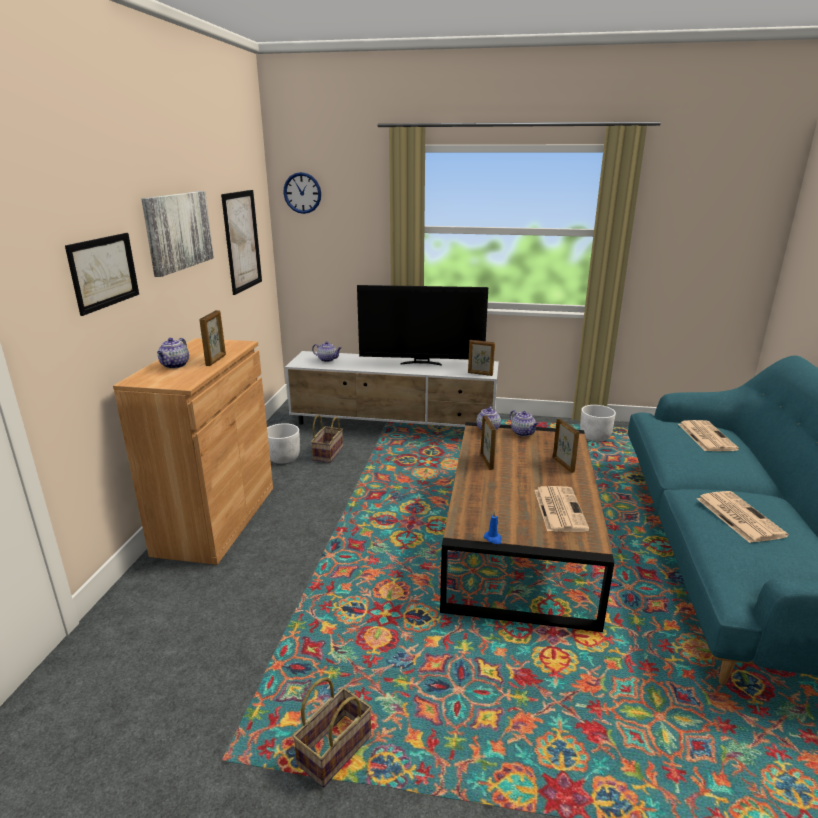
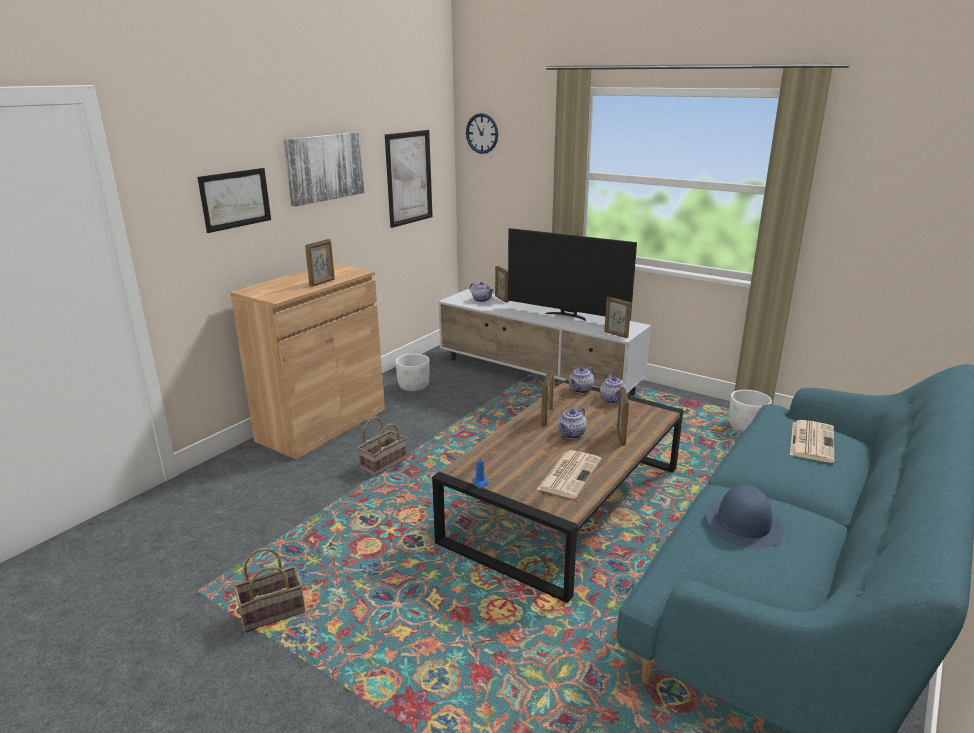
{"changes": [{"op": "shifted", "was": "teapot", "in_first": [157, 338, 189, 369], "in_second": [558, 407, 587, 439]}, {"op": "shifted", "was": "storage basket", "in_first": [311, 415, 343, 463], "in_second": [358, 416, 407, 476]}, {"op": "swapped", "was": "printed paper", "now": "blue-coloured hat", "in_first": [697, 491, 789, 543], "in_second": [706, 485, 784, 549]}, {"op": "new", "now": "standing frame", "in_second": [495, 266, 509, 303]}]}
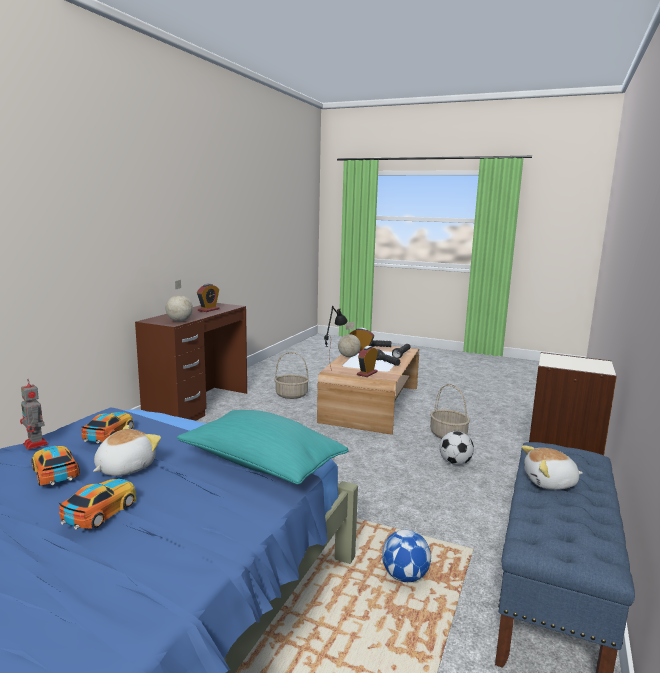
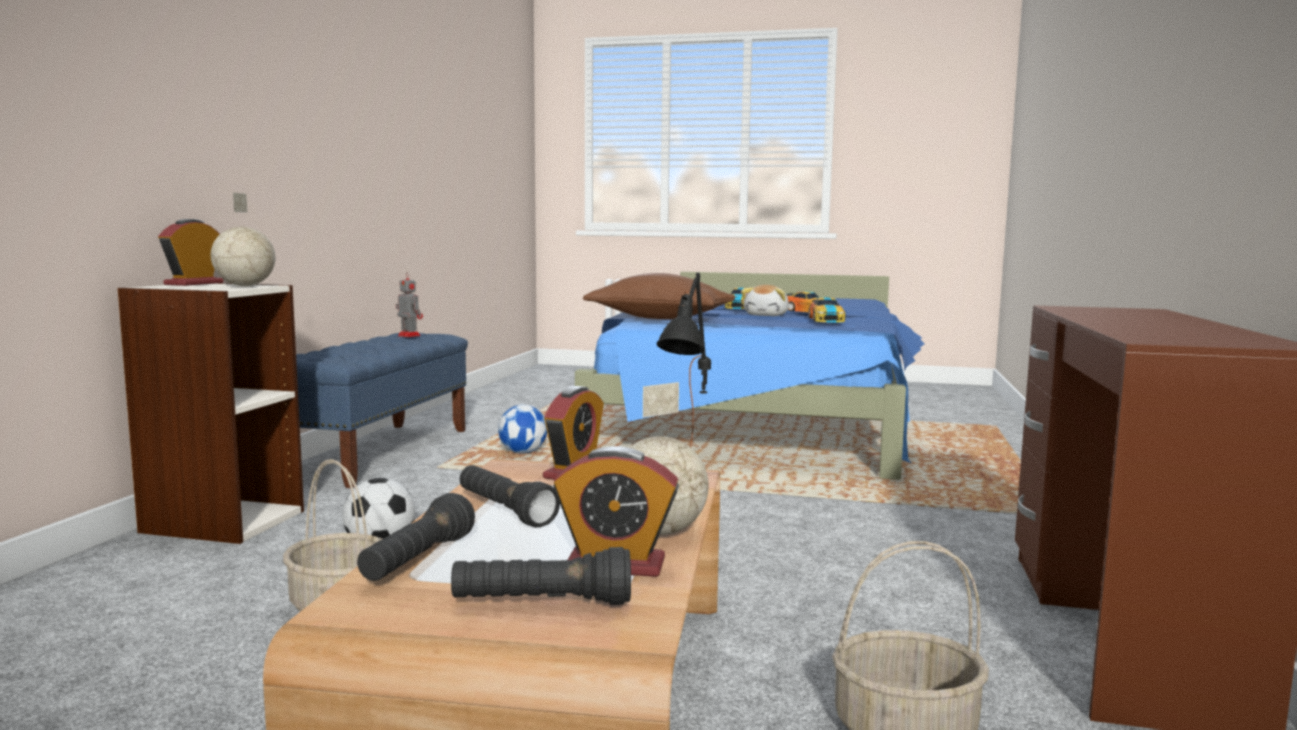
{"changes": [{"op": "shifted", "was": "model robot", "in_first": [20, 379, 48, 450], "in_second": [396, 272, 423, 337]}, {"op": "shifted", "was": "desk globe", "in_first": [165, 280, 193, 322], "in_second": [211, 193, 275, 286]}, {"op": "repainted", "was": "turquoise throw pillow", "now": "brownish throw pillow", "in_first": [177, 410, 349, 485], "in_second": [583, 273, 736, 319]}, {"op": "shifted", "was": "table clock", "in_first": [197, 284, 220, 312], "in_second": [158, 219, 223, 286]}, {"op": "gone", "was": "cuddly toy", "in_first": [521, 445, 583, 490]}]}
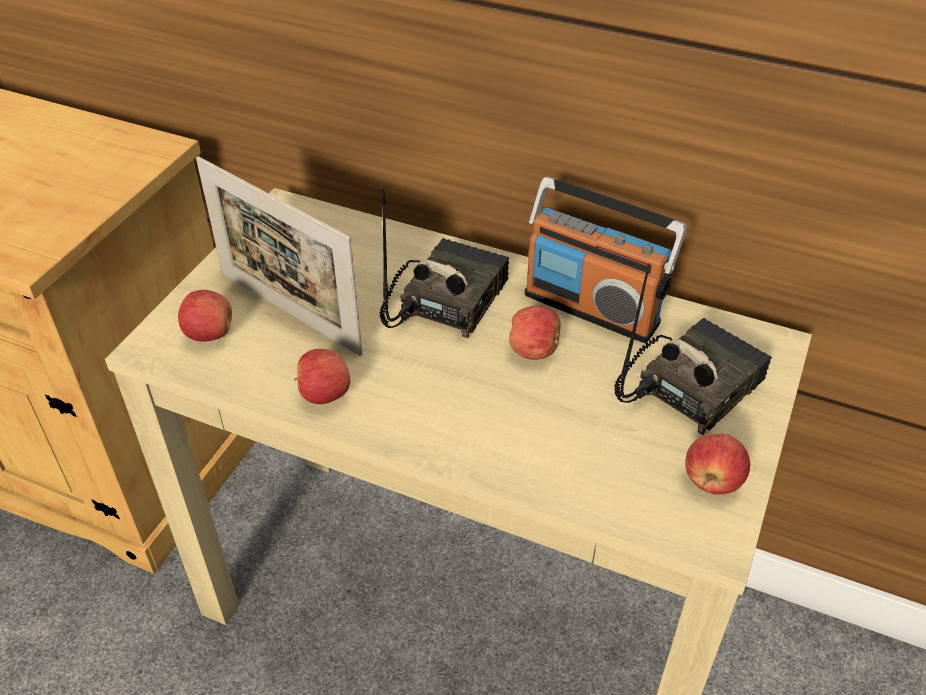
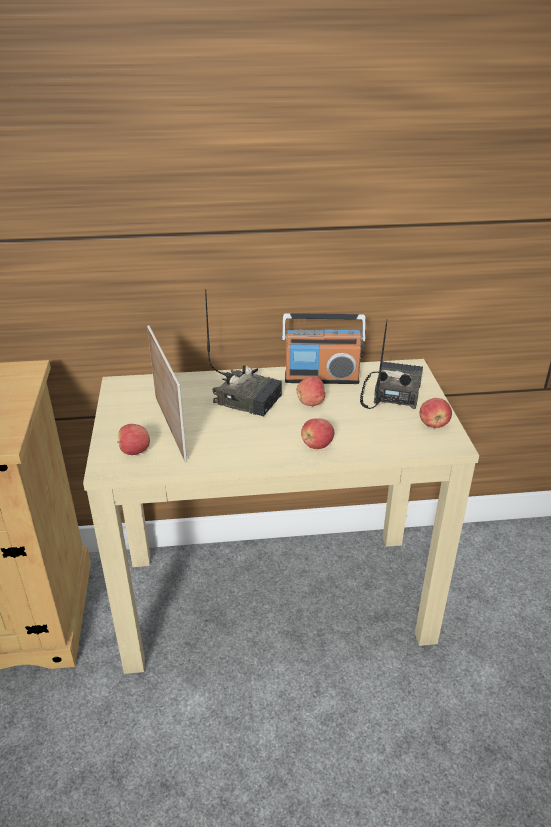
{"changes": [{"op": "rotated", "was": "standing frame", "in_first": [196, 156, 363, 356], "in_second": [147, 325, 187, 462], "clockwise": -120}, {"op": "shifted", "was": "whole apple", "in_first": [294, 349, 350, 404], "in_second": [301, 418, 334, 449]}, {"op": "rotated", "was": "radio set", "in_first": [379, 188, 509, 338], "in_second": [205, 289, 282, 416], "clockwise": 120}]}
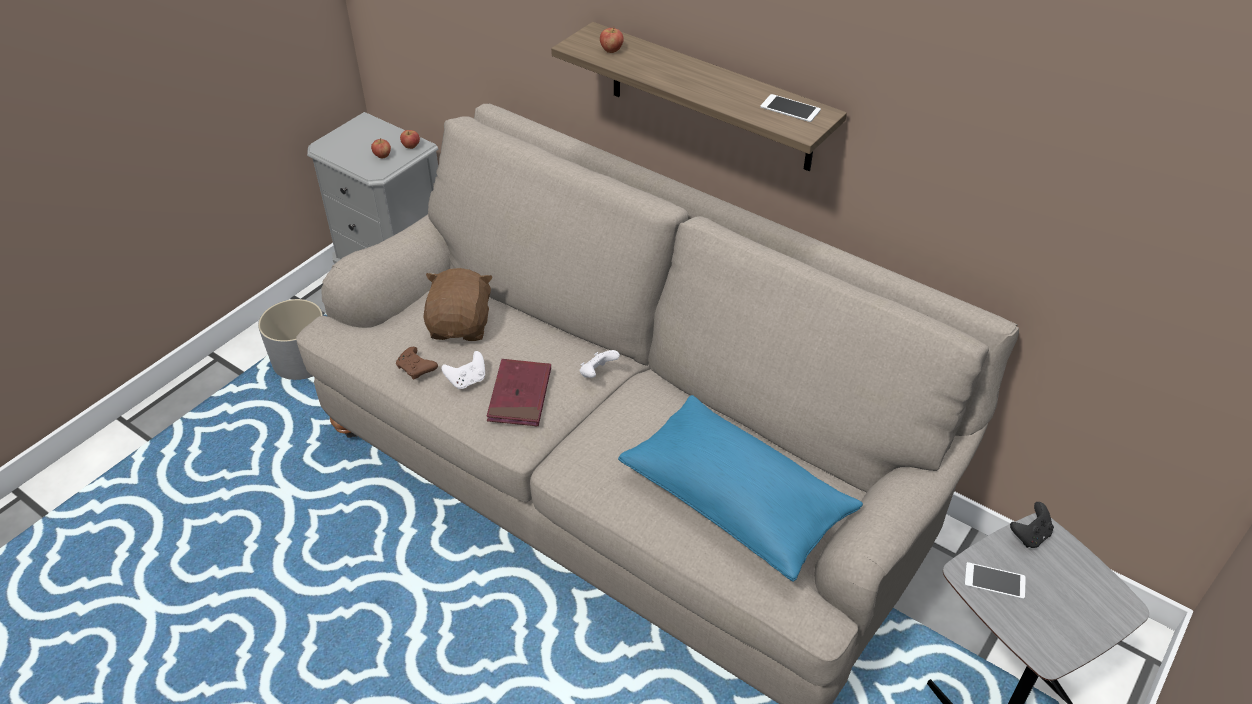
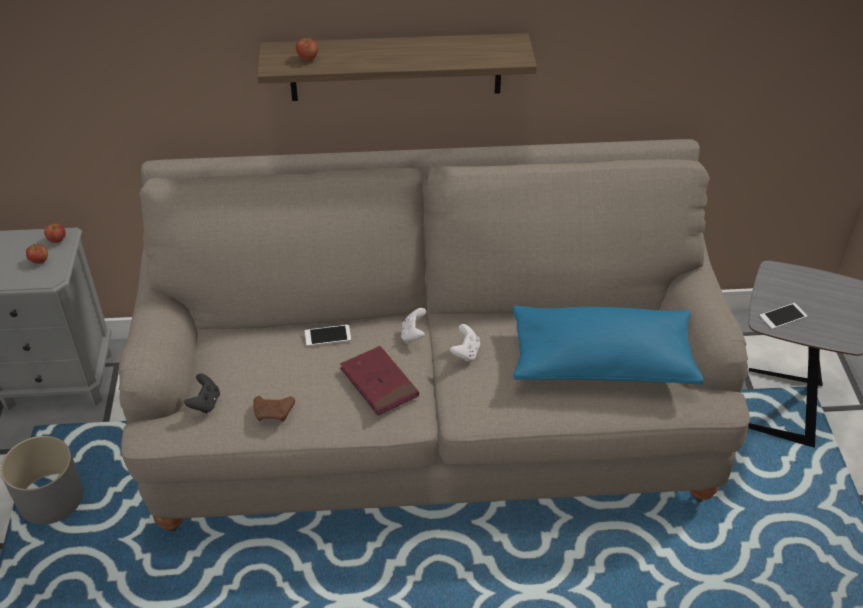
{"changes": [{"op": "gone", "was": "brownish cuddly toy", "in_first": [423, 268, 493, 341]}, {"op": "shifted", "was": "whitish joypad", "in_first": [441, 351, 485, 389], "in_second": [450, 324, 480, 362]}, {"op": "shifted", "was": "handset", "in_first": [760, 94, 821, 122], "in_second": [305, 325, 351, 346]}, {"op": "shifted", "was": "black-coloured joypad", "in_first": [1010, 502, 1054, 548], "in_second": [184, 374, 220, 413]}]}
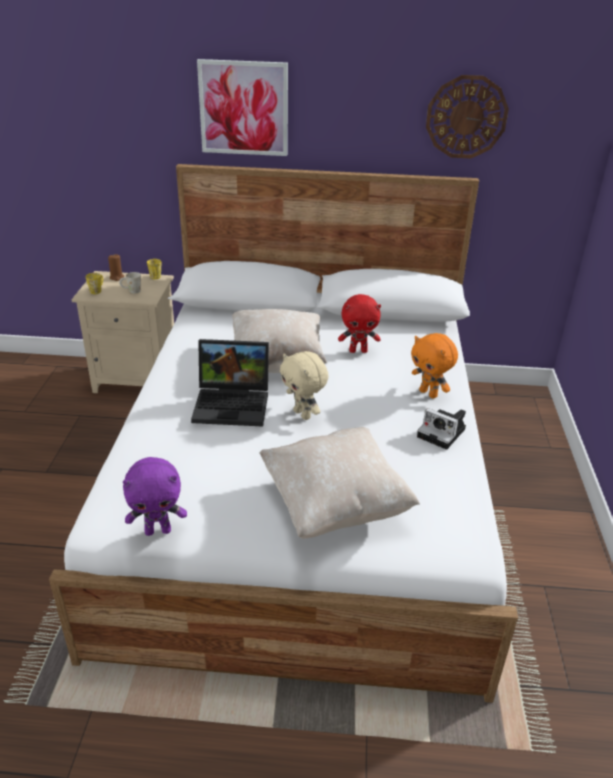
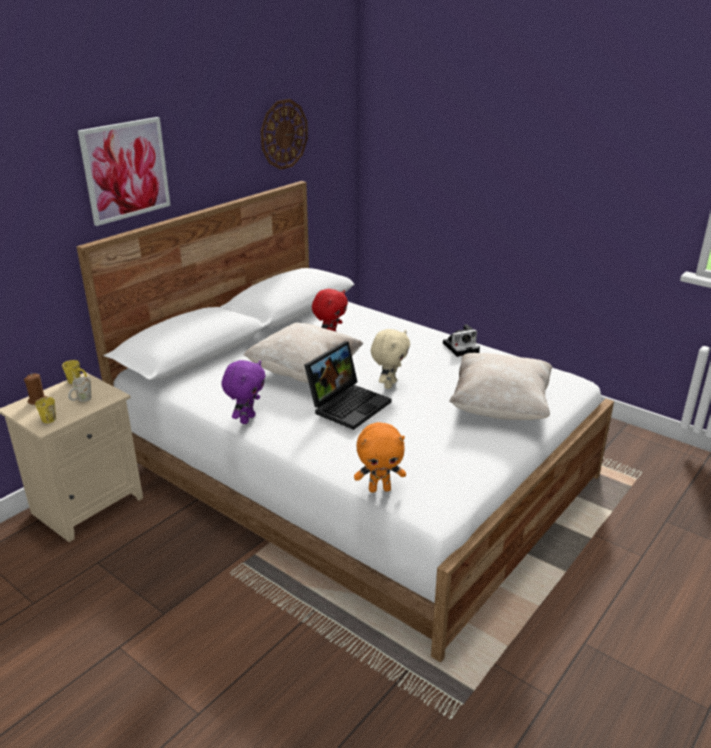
{"changes": [{"op": "shifted", "was": "purple-coloured cuddly toy", "in_first": [123, 457, 187, 536], "in_second": [221, 360, 266, 424]}, {"op": "rotated", "was": "beige-coloured cuddly toy", "in_first": [280, 351, 329, 420], "in_second": [371, 329, 410, 389], "clockwise": -60}, {"op": "shifted", "was": "orange-coloured cuddly toy", "in_first": [411, 333, 458, 399], "in_second": [354, 422, 406, 493]}]}
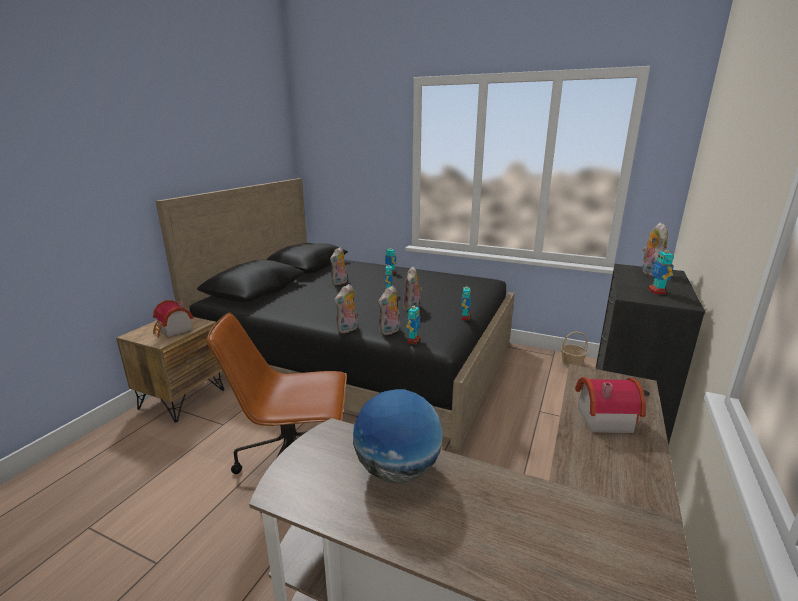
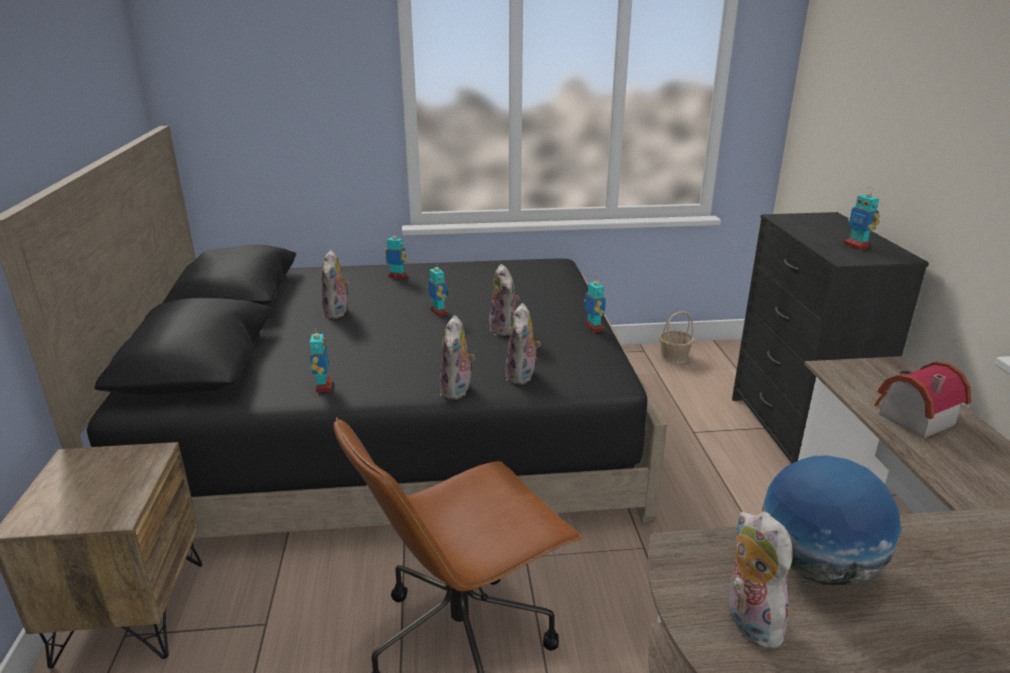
{"changes": [{"op": "gone", "was": "toy house", "in_first": [153, 300, 193, 338]}, {"op": "shifted", "was": "model robot", "in_first": [406, 303, 421, 344], "in_second": [310, 331, 332, 393]}, {"op": "shifted", "was": "cuddly toy", "in_first": [642, 223, 668, 277], "in_second": [726, 512, 793, 648]}]}
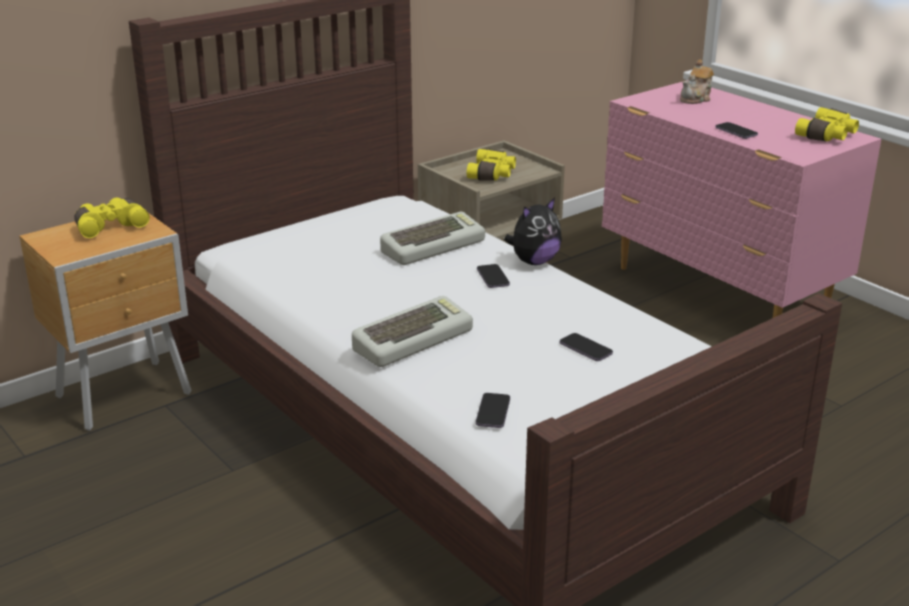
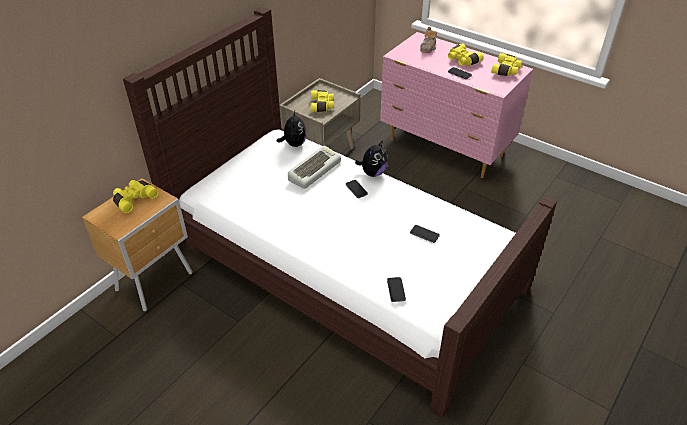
{"changes": [{"op": "gone", "was": "PC keyboard", "in_first": [352, 296, 473, 367]}, {"op": "new", "now": "cuddly toy", "in_second": [277, 111, 307, 147]}, {"op": "new", "now": "yellowish pair of binoculars", "in_second": [448, 43, 484, 66]}]}
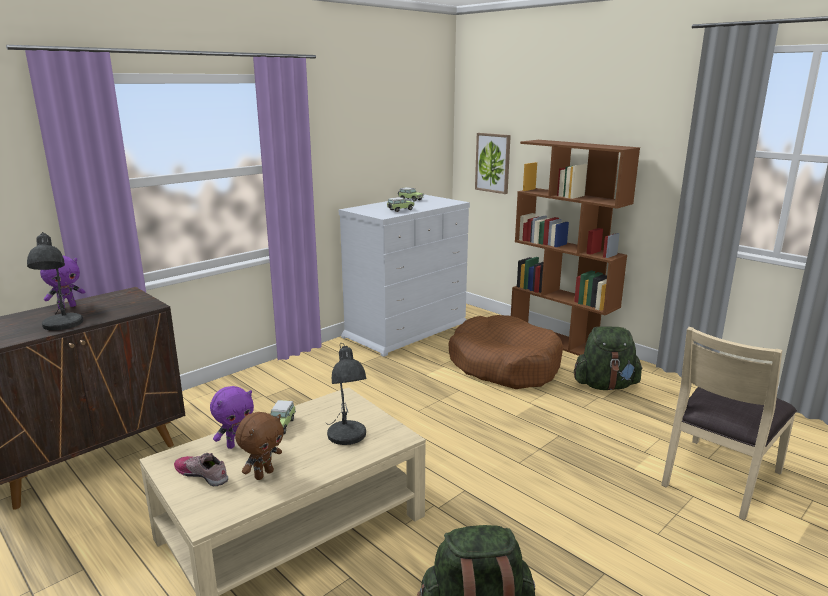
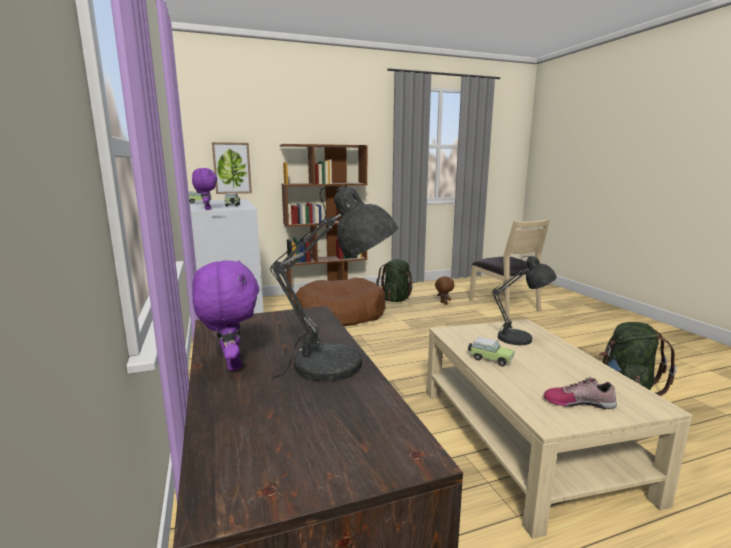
{"changes": [{"op": "rotated", "was": "shoe", "in_first": [174, 453, 228, 486], "in_second": [543, 377, 617, 409], "clockwise": 45}, {"op": "shifted", "was": "purple-coloured cuddly toy", "in_first": [210, 386, 254, 449], "in_second": [192, 168, 217, 210]}, {"op": "shifted", "was": "brownish cuddly toy", "in_first": [235, 412, 284, 480], "in_second": [435, 276, 454, 305]}]}
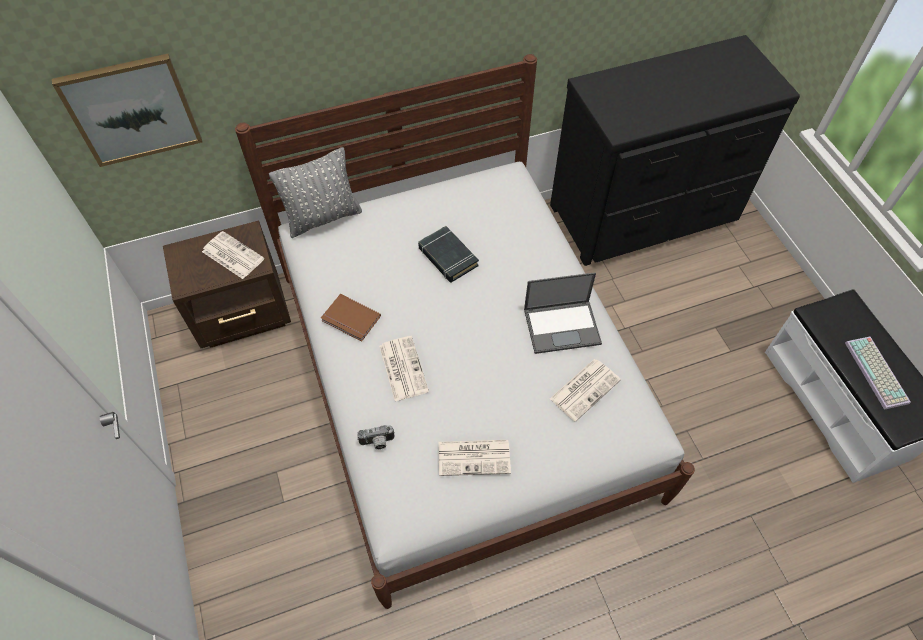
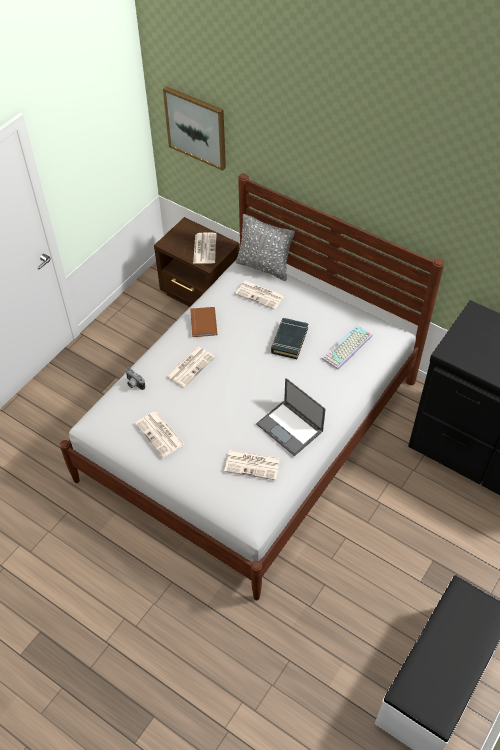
{"changes": [{"op": "shifted", "was": "PC keyboard", "in_first": [845, 337, 911, 410], "in_second": [322, 325, 373, 370]}, {"op": "new", "now": "printed paper", "in_second": [235, 280, 285, 310]}]}
